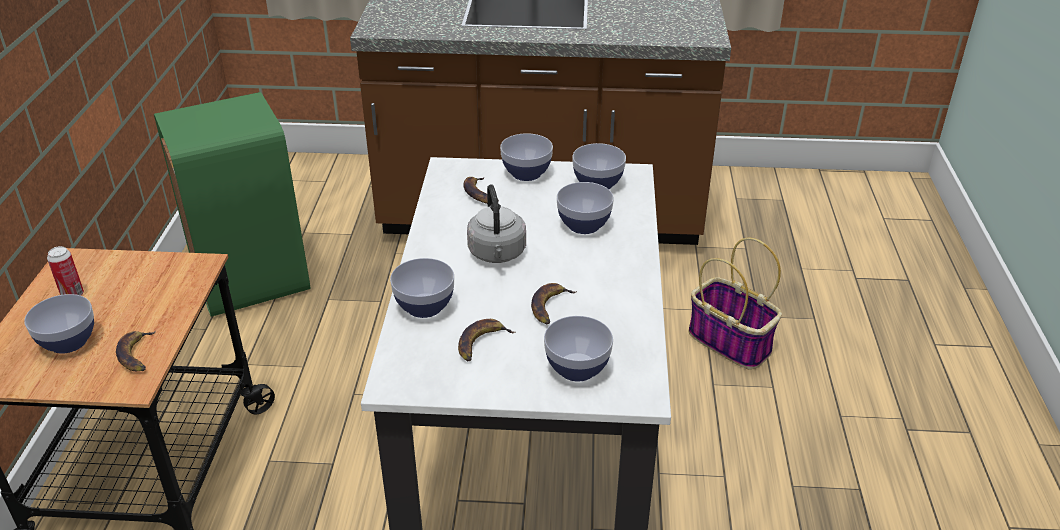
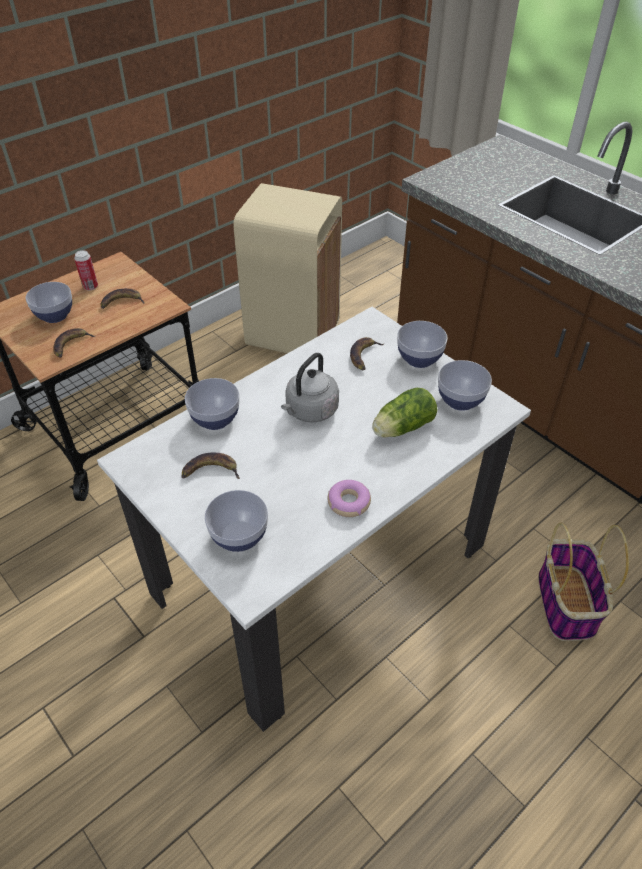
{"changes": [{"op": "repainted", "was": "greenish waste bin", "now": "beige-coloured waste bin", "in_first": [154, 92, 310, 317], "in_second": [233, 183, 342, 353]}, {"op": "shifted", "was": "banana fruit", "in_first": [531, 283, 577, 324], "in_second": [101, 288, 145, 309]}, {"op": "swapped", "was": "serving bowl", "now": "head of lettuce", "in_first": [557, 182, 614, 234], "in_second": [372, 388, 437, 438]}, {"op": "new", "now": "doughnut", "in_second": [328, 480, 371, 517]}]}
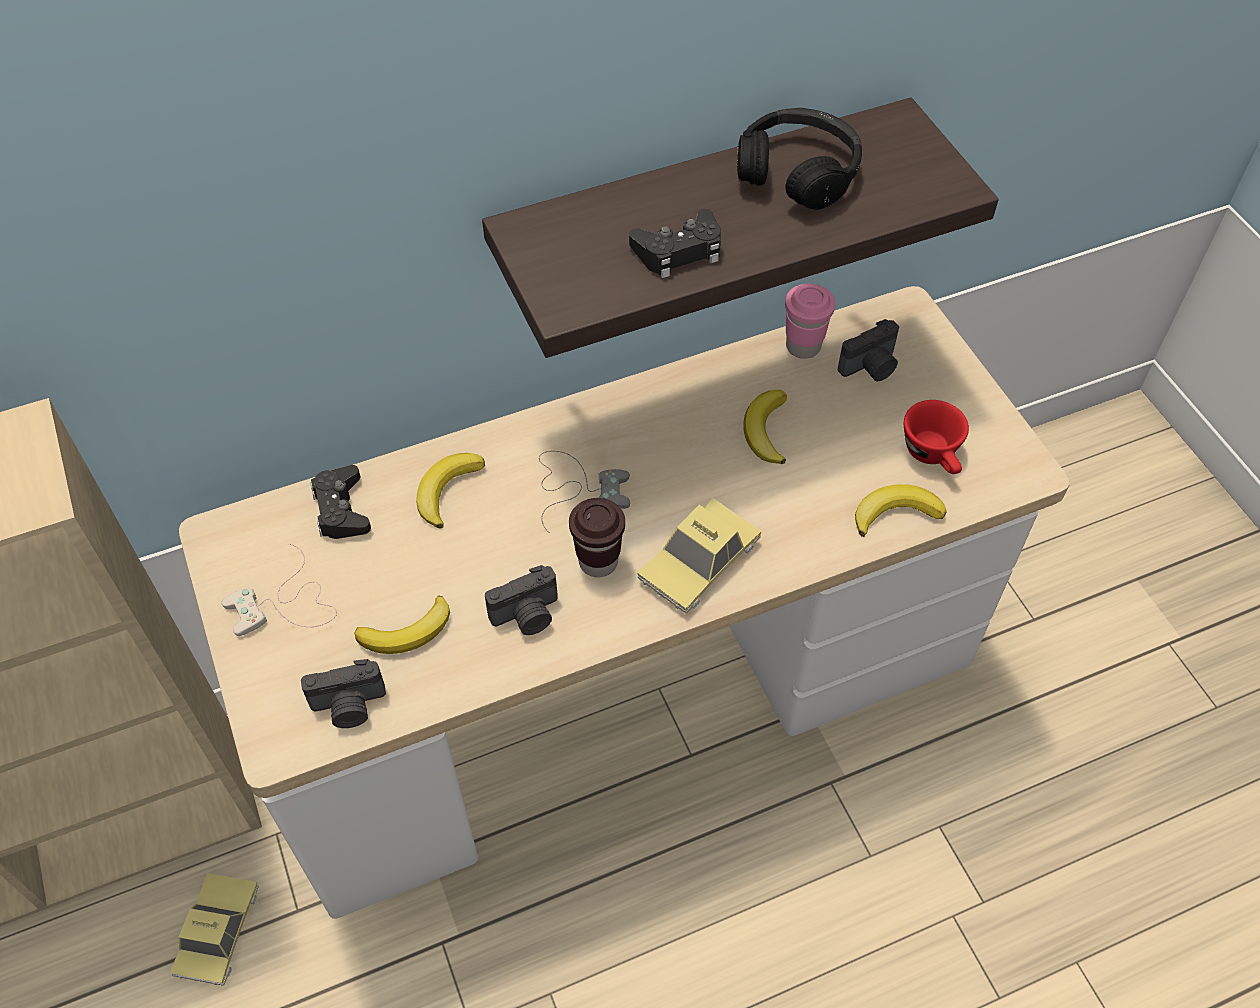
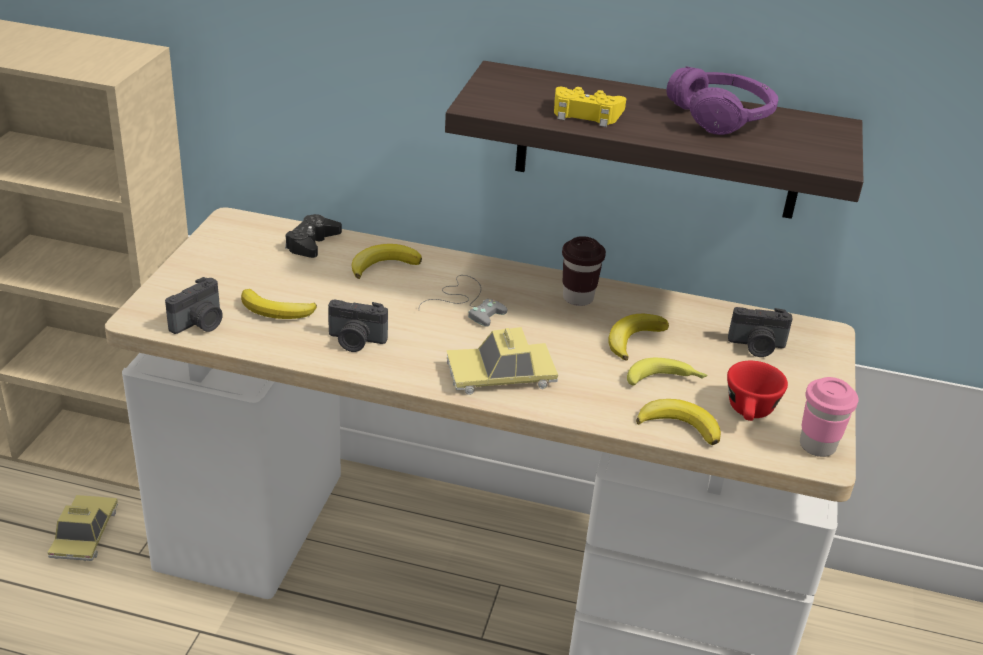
{"changes": [{"op": "rotated", "was": "model car", "in_first": [170, 873, 259, 986], "in_second": [47, 495, 118, 561], "clockwise": -45}, {"op": "gone", "was": "whitish joypad", "in_first": [221, 544, 337, 636]}, {"op": "rotated", "was": "photo camera", "in_first": [301, 659, 386, 728], "in_second": [165, 277, 223, 334], "clockwise": -75}, {"op": "shifted", "was": "brownish drinking cup", "in_first": [569, 498, 625, 577], "in_second": [562, 236, 606, 306]}, {"op": "repainted", "was": "black-coloured joypad", "now": "yellowish joypad", "in_first": [629, 209, 721, 278], "in_second": [554, 87, 626, 127]}, {"op": "repainted", "was": "black-coloured headphones", "now": "purple-coloured headphones", "in_first": [737, 108, 862, 210], "in_second": [667, 66, 778, 135]}, {"op": "shifted", "was": "pink-coloured drinking cup", "in_first": [785, 284, 836, 359], "in_second": [800, 377, 859, 457]}, {"op": "new", "now": "banana fruit", "in_second": [627, 358, 708, 386]}]}
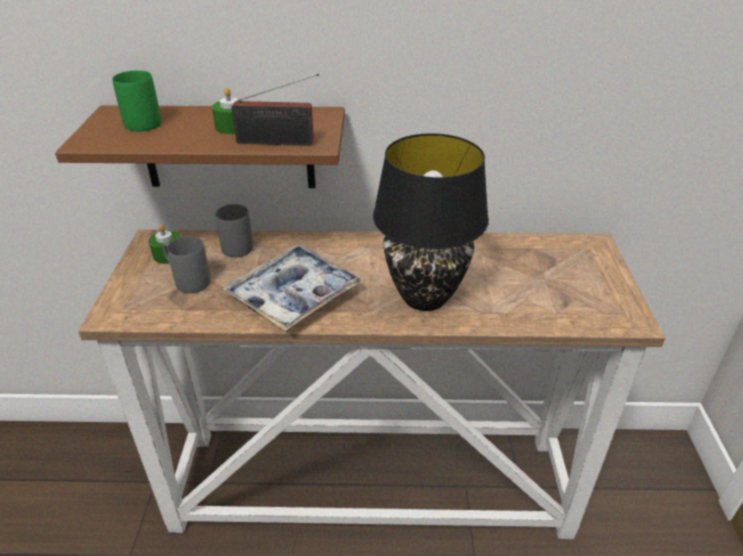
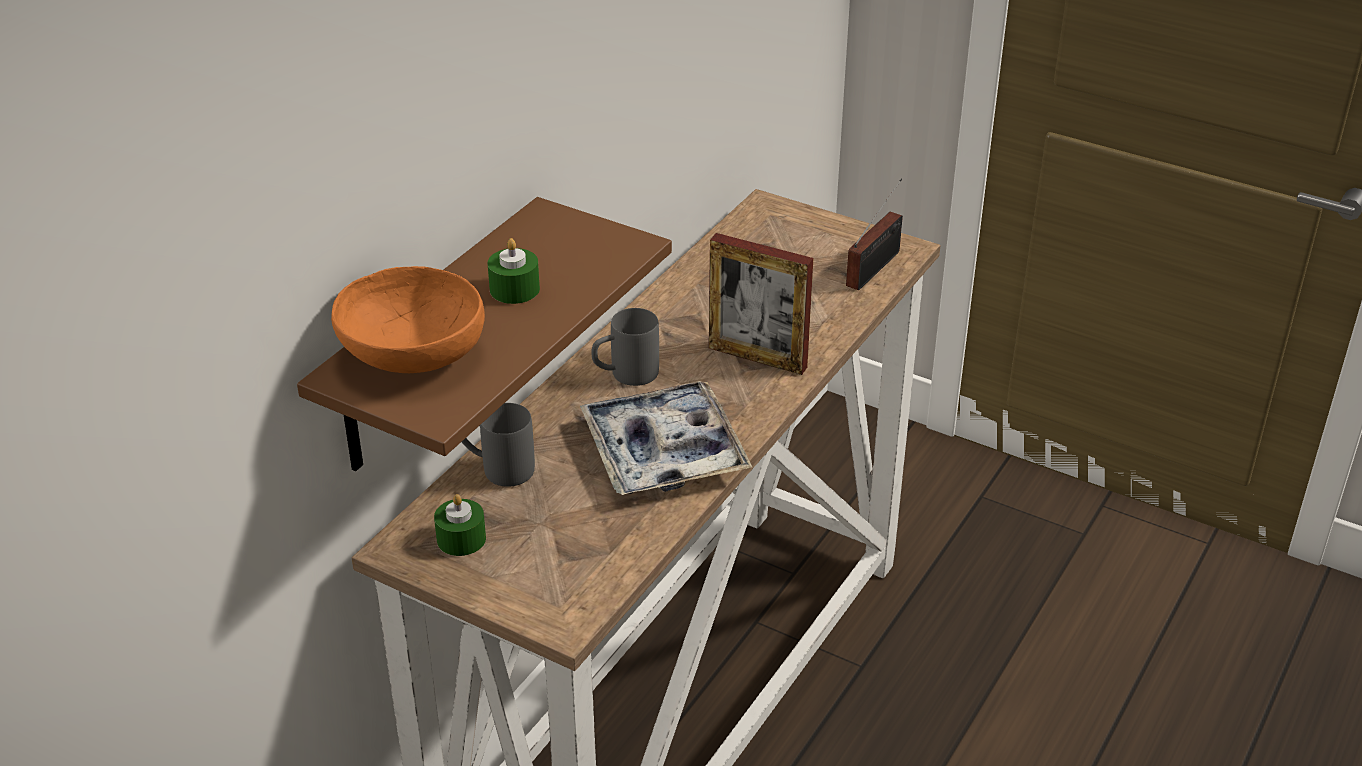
{"changes": [{"op": "swapped", "was": "greenish tea mug", "now": "orange-coloured serving bowl", "in_first": [112, 70, 161, 132], "in_second": [331, 266, 485, 373]}, {"op": "shifted", "was": "greyish tea mug", "in_first": [162, 236, 210, 293], "in_second": [592, 308, 659, 386]}, {"op": "shifted", "was": "radio set", "in_first": [231, 74, 319, 146], "in_second": [846, 179, 903, 290]}, {"op": "swapped", "was": "black-coloured table lamp", "now": "standing frame", "in_first": [373, 133, 489, 311], "in_second": [709, 233, 813, 375]}]}
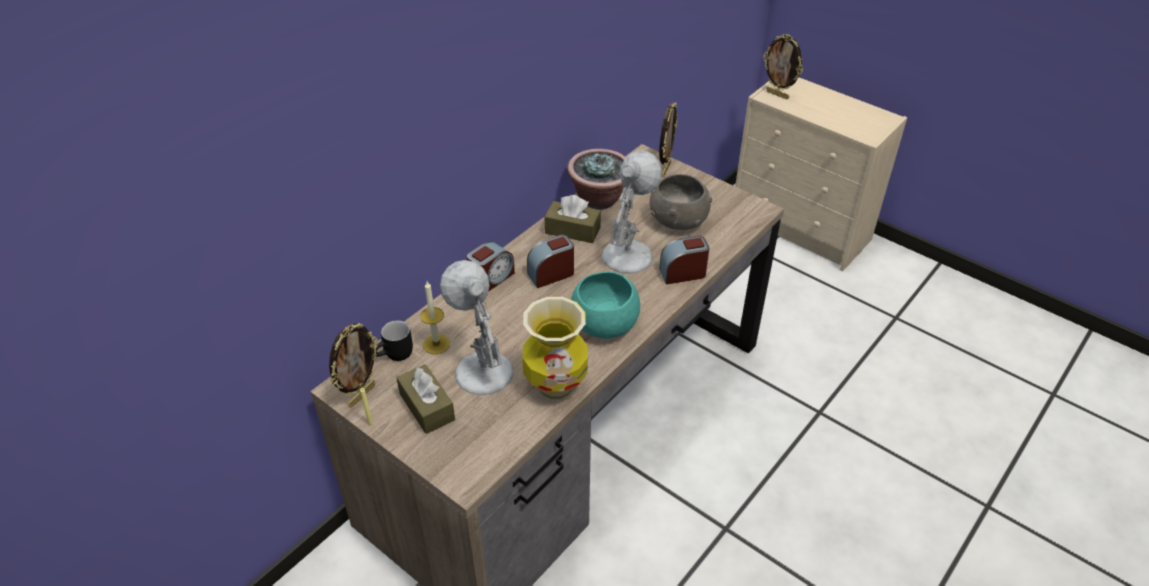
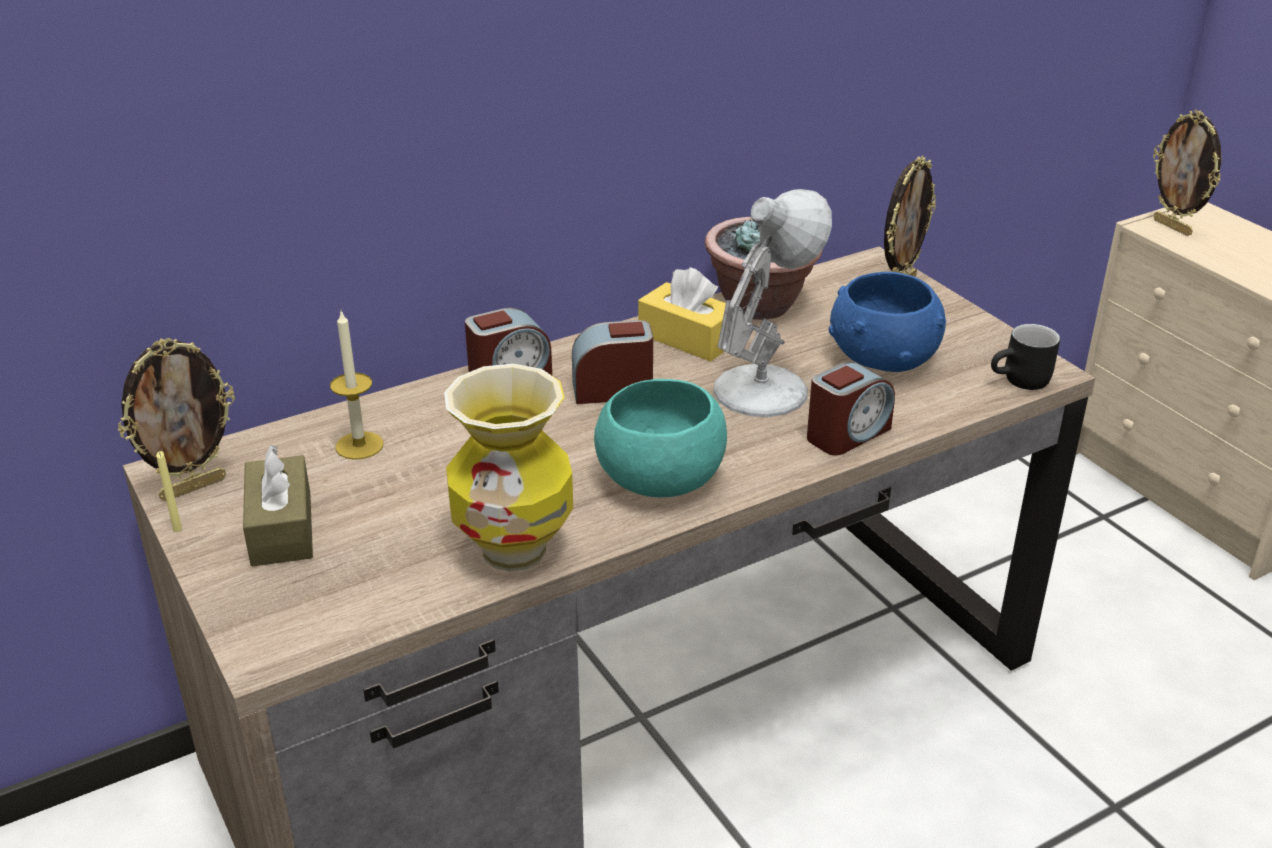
{"changes": [{"op": "shifted", "was": "black-coloured tea mug", "in_first": [375, 320, 413, 361], "in_second": [991, 324, 1060, 390]}, {"op": "gone", "was": "whitish table lamp", "in_first": [440, 260, 514, 395]}, {"op": "repainted", "was": "brownish tissue holder", "now": "yellowish tissue holder", "in_first": [545, 195, 601, 243], "in_second": [638, 267, 726, 362]}, {"op": "repainted", "was": "greyish serving bowl", "now": "blue-coloured serving bowl", "in_first": [650, 174, 712, 230], "in_second": [829, 272, 946, 372]}, {"op": "rotated", "was": "table clock", "in_first": [659, 236, 709, 285], "in_second": [807, 362, 895, 455], "clockwise": 135}]}
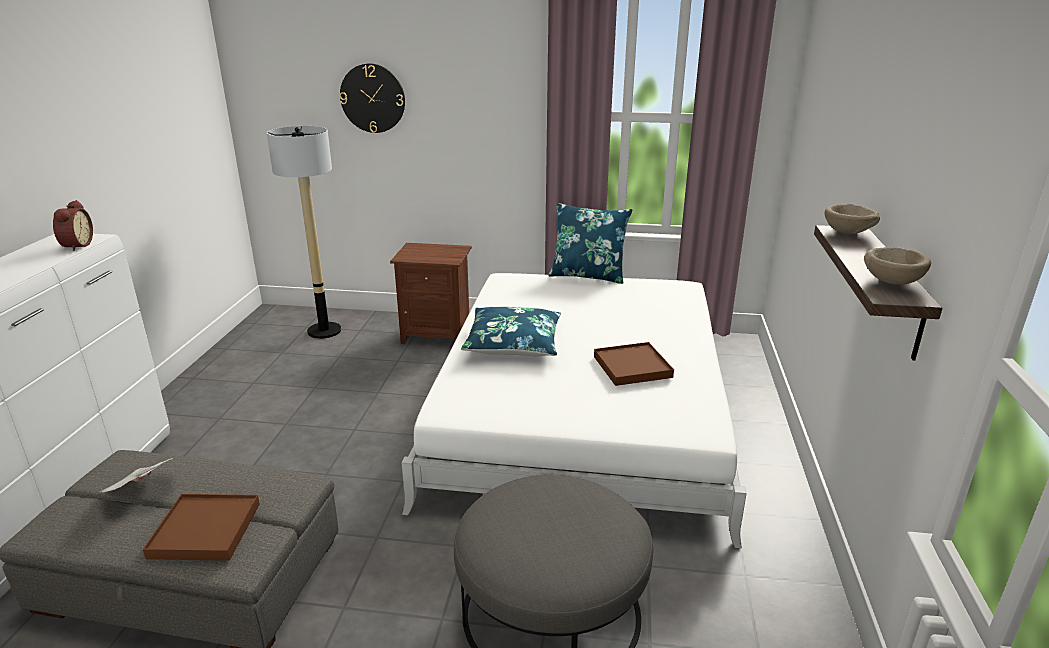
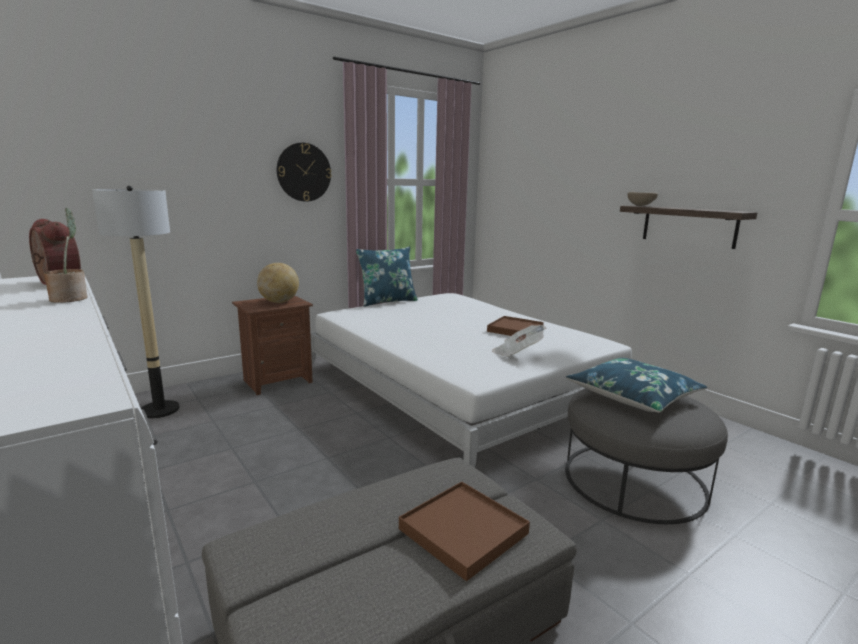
{"changes": [{"op": "shifted", "was": "printed paper", "in_first": [101, 458, 173, 492], "in_second": [492, 325, 546, 357]}, {"op": "shifted", "was": "clock on the wall", "in_first": [340, 64, 405, 133], "in_second": [277, 143, 332, 202]}, {"op": "shifted", "was": "blue-coloured throw pillow", "in_first": [461, 307, 561, 356], "in_second": [566, 358, 708, 412]}, {"op": "gone", "was": "beige-coloured serving bowl", "in_first": [864, 247, 931, 285]}, {"op": "new", "now": "houseplant", "in_second": [44, 208, 88, 303]}, {"op": "new", "now": "desk globe", "in_second": [257, 263, 299, 303]}]}
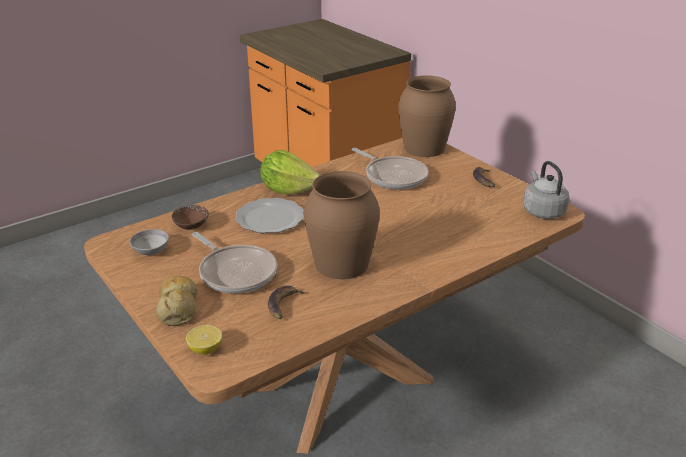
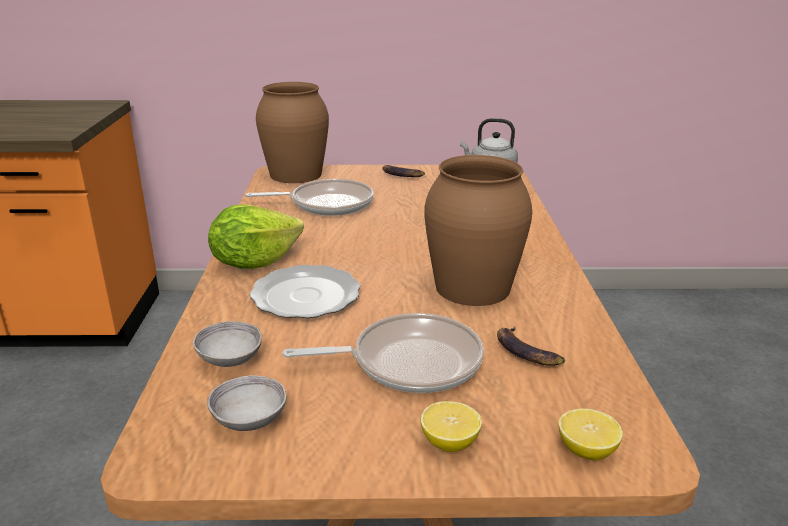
{"changes": [{"op": "swapped", "was": "bread", "now": "citrus fruit", "in_first": [156, 276, 197, 326], "in_second": [420, 401, 482, 452]}, {"op": "repainted", "was": "brownish serving bowl", "now": "greyish serving bowl", "in_first": [172, 205, 209, 230], "in_second": [193, 321, 262, 367]}]}
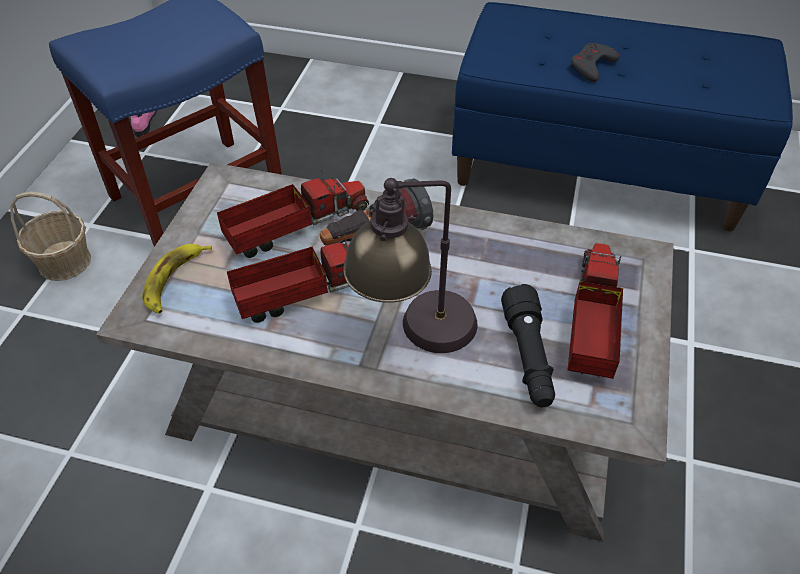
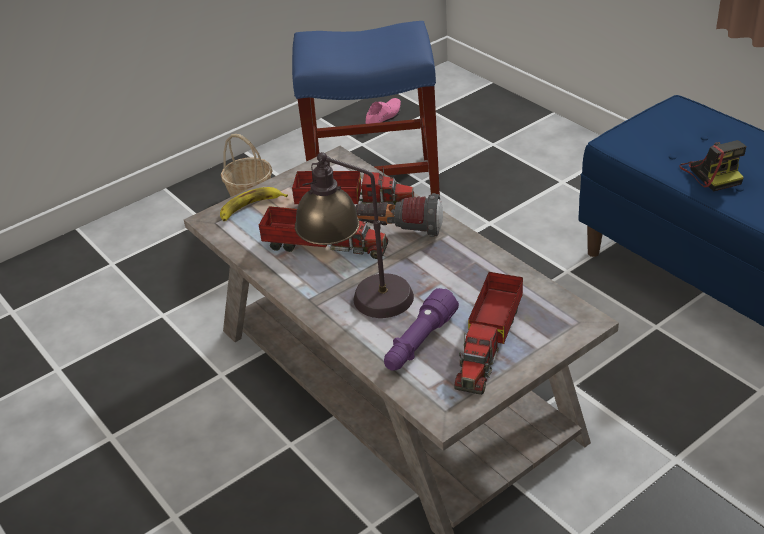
{"changes": [{"op": "repainted", "was": "black-coloured torch", "now": "purple-coloured torch", "in_first": [501, 284, 555, 407], "in_second": [384, 288, 459, 371]}, {"op": "rotated", "was": "model truck", "in_first": [568, 243, 623, 379], "in_second": [454, 272, 523, 395], "clockwise": 150}, {"op": "swapped", "was": "greyish joypad", "now": "photo camera", "in_first": [571, 43, 620, 82], "in_second": [679, 140, 746, 191]}]}
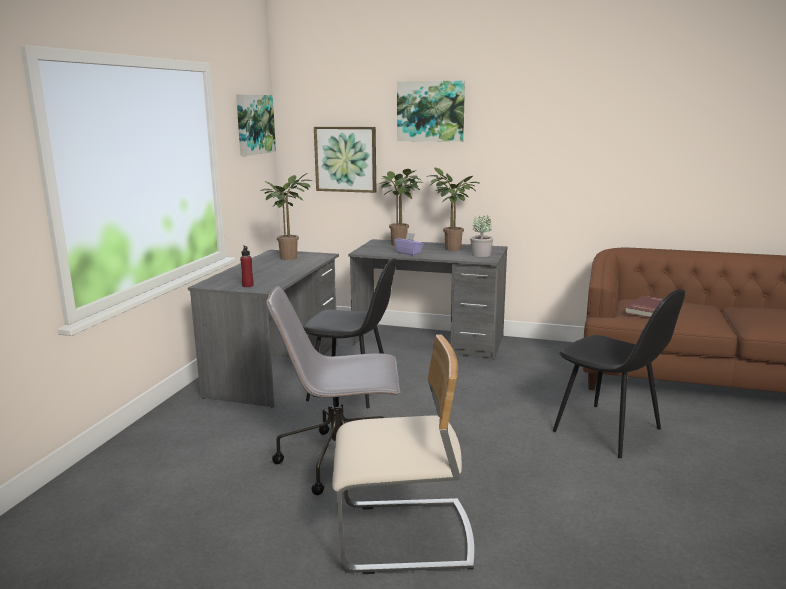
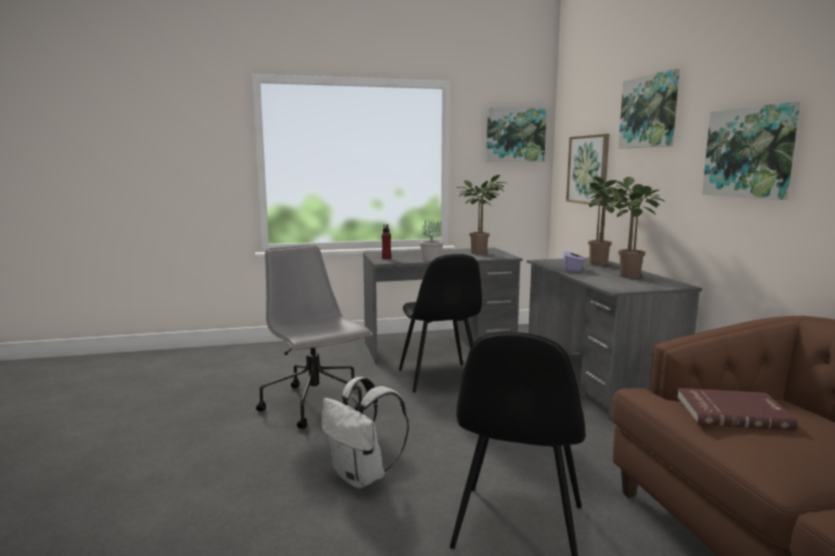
{"changes": [{"op": "gone", "was": "beige-coloured upright chair", "in_first": [332, 334, 475, 574]}, {"op": "shifted", "was": "houseplant", "in_first": [470, 215, 493, 257], "in_second": [420, 219, 443, 261]}, {"op": "new", "now": "whitish knapsack", "in_second": [321, 377, 409, 489]}, {"op": "new", "now": "picture", "in_second": [702, 102, 800, 200]}]}
